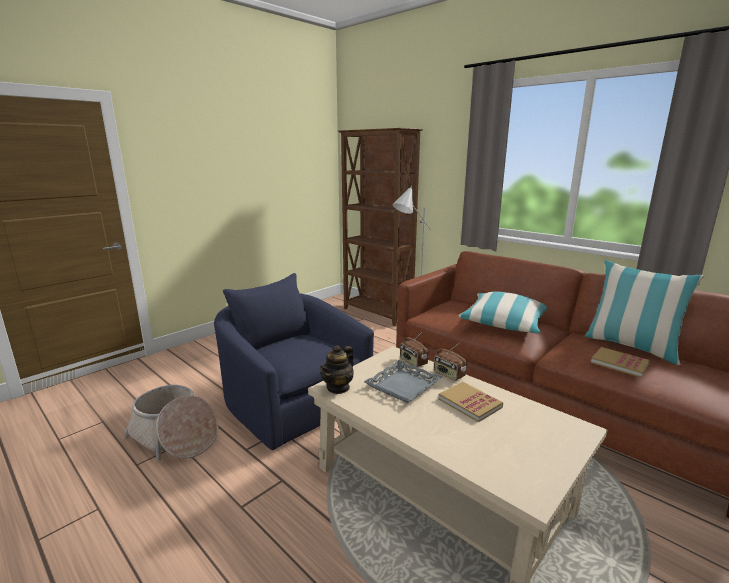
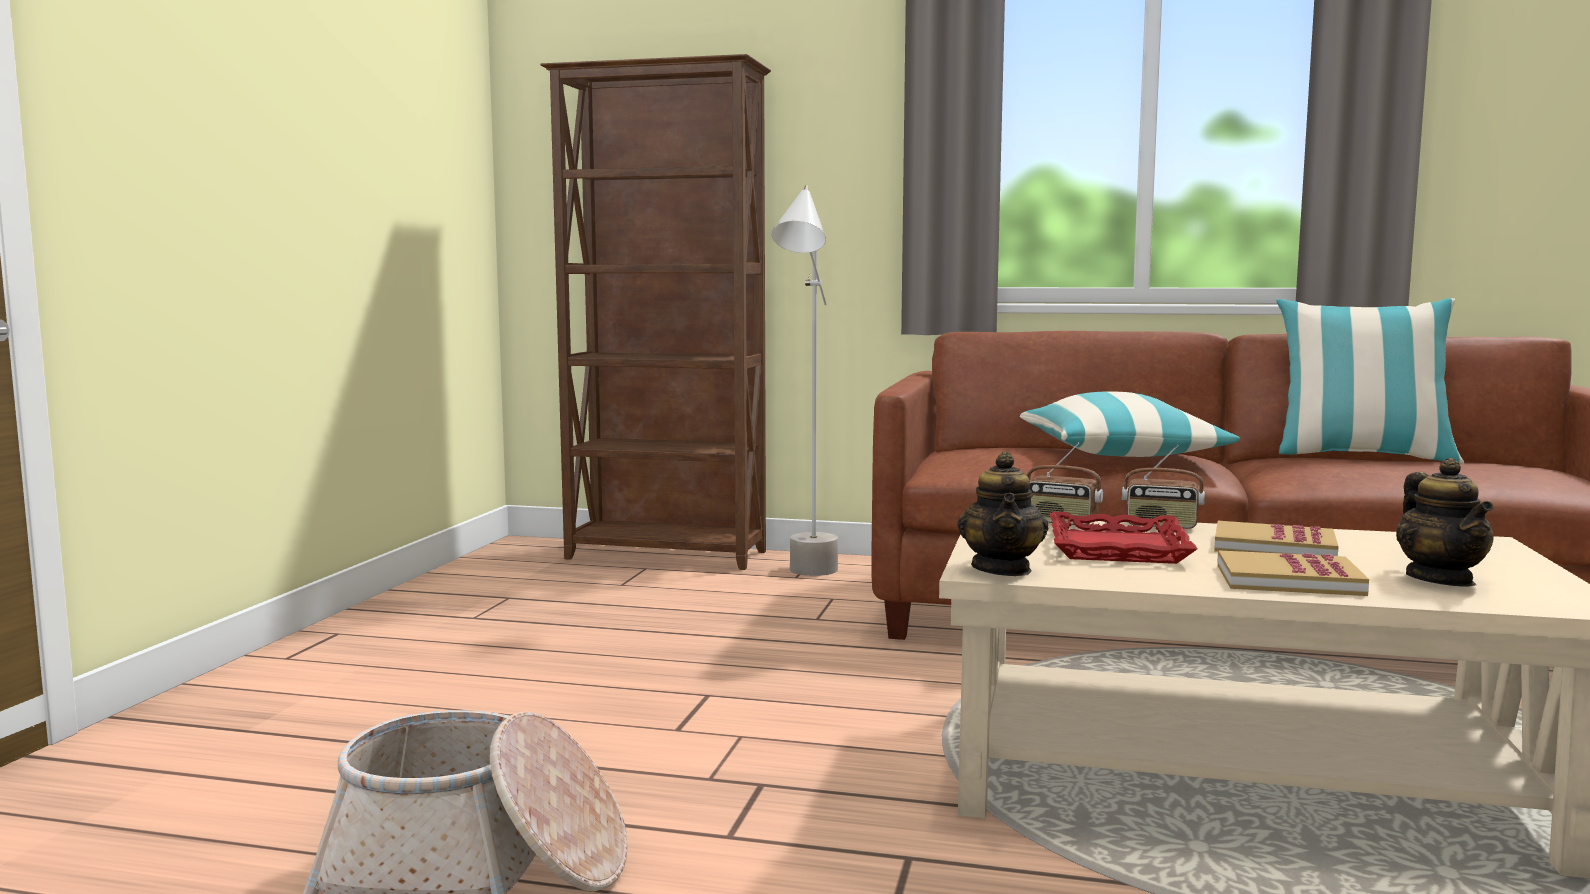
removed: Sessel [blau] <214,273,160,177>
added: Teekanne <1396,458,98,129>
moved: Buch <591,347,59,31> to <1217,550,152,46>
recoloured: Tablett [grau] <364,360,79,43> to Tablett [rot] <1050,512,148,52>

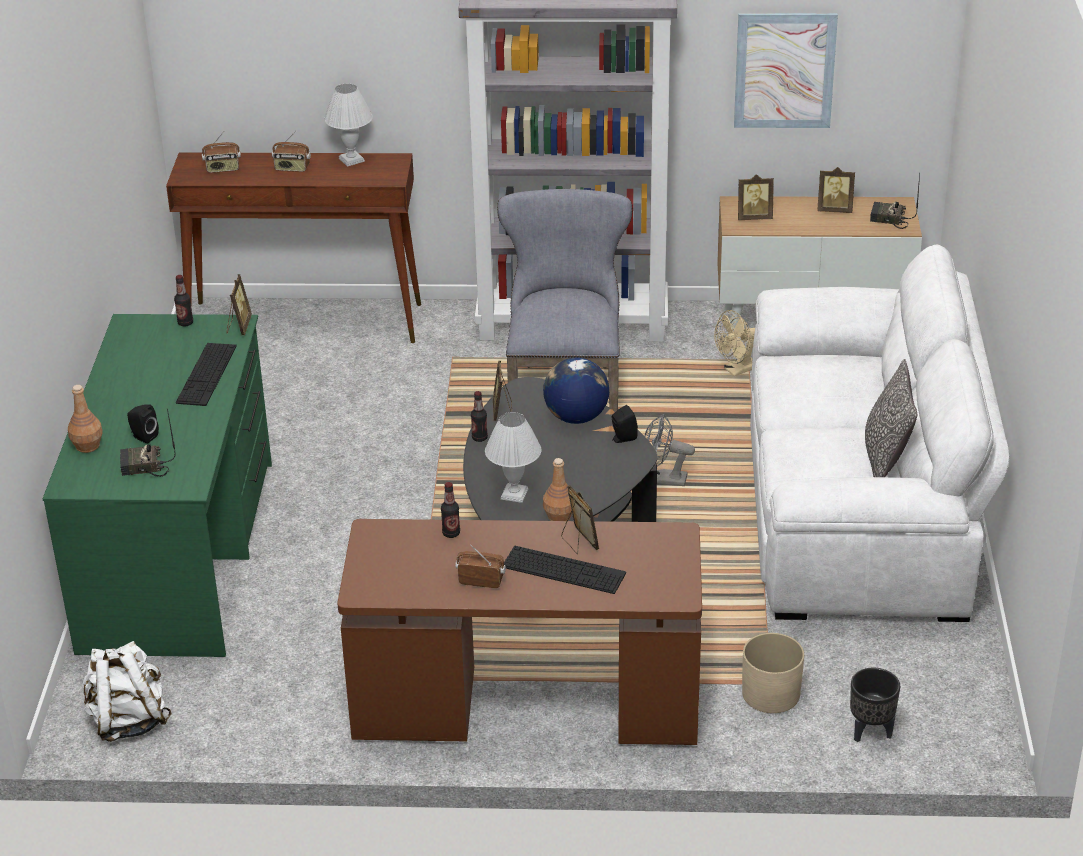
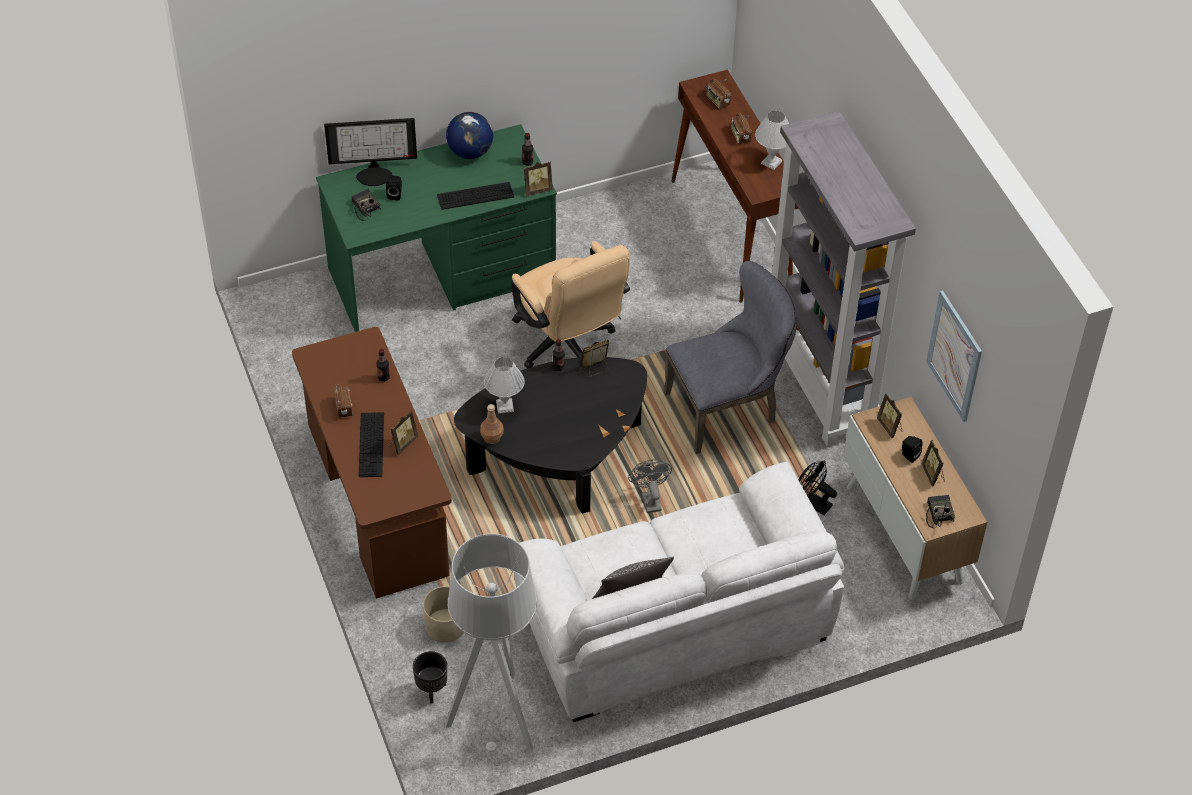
removed: Rucksack [weiß] <82,641,90,101>
added: Bürostuhl [beige] <511,241,119,127>; Stehlampe [grau] <445,534,92,218>
moved: Globus <543,358,66,66> to <446,112,47,47>; Lautsprecher [schwarz] <612,405,26,38> to <902,436,21,27>
replaced: Flasche [braun] <68,385,34,68> to Monitor <324,118,93,68>
recoloured: Ventilator [beige] <714,310,41,66> to Ventilator [schwarz] <799,460,38,55>

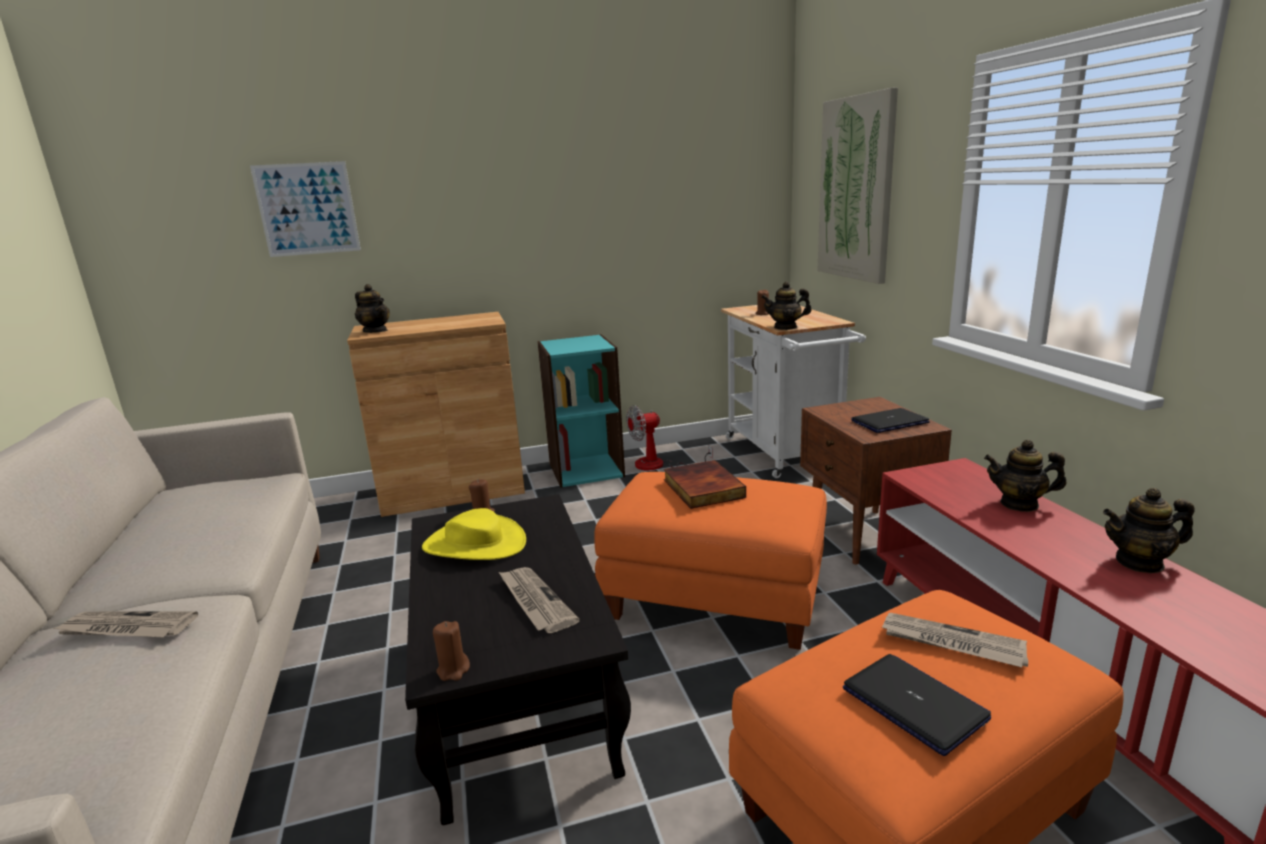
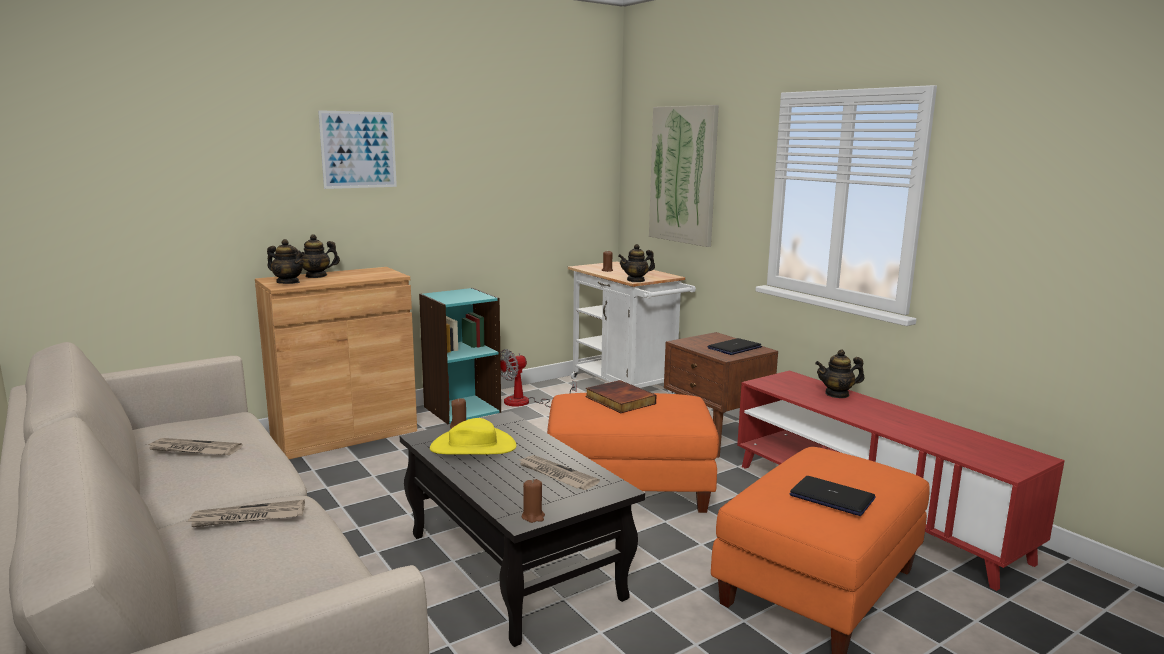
moved: Bild <250,161,111,96> to <318,110,79,79>; Teekanne <1103,488,92,85> to <293,234,47,44>; Zeitung <882,613,146,54> to <147,438,95,17>

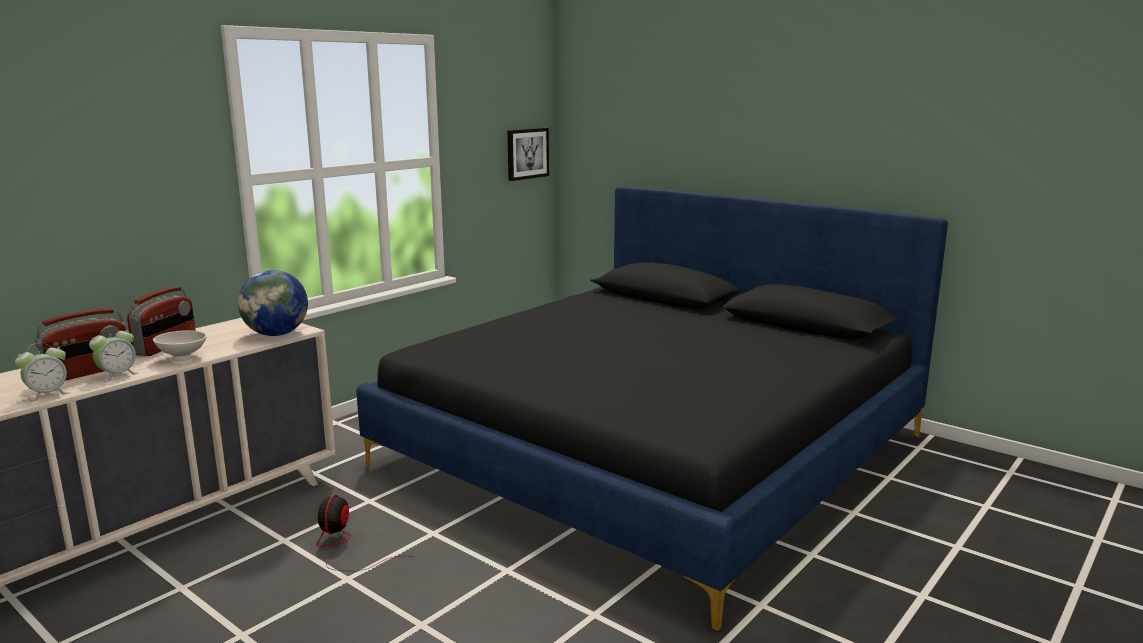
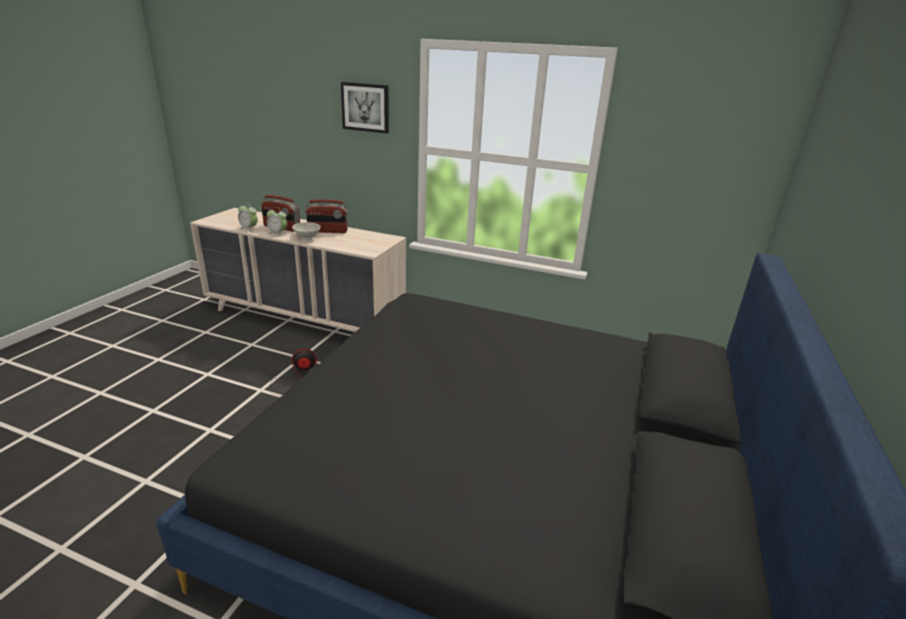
removed: Globus <238,270,70,66>
moved: Bild <507,128,42,53> to <341,82,48,52>

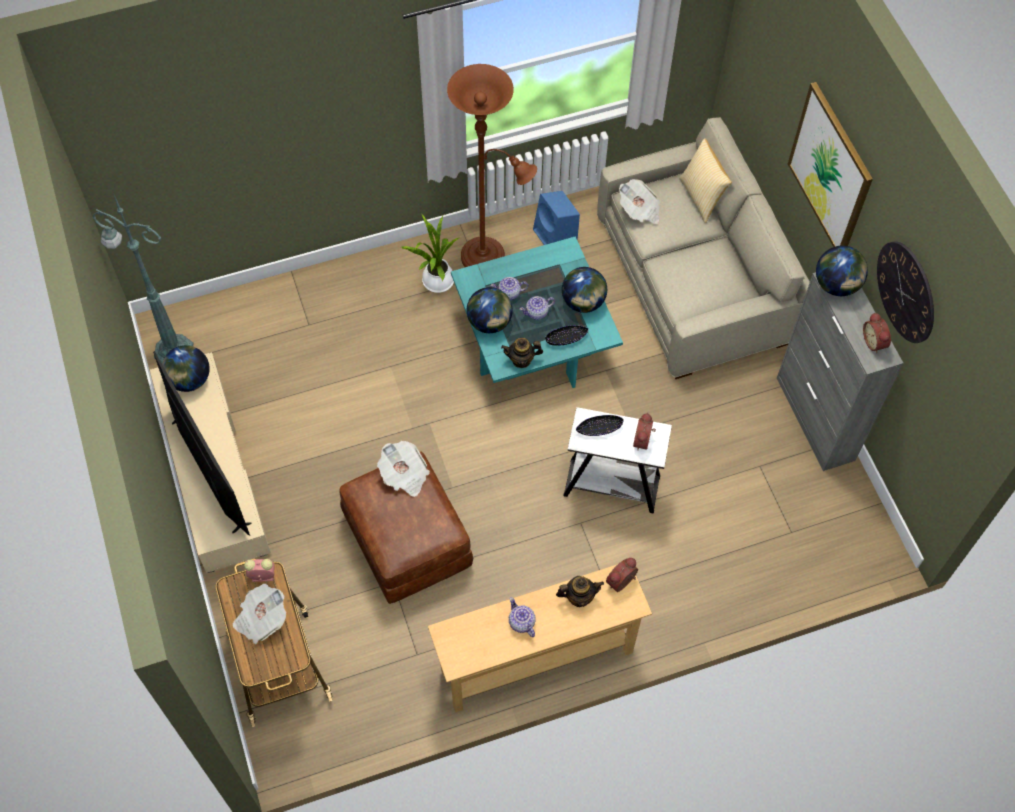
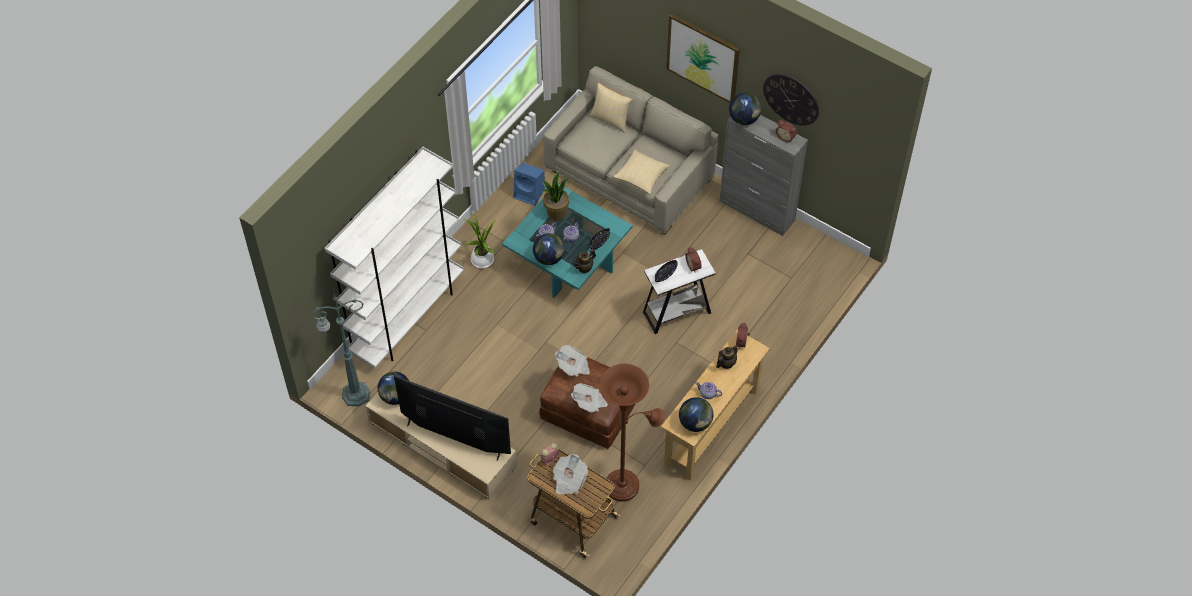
added: Bücherregal [weiß] <325,147,139,222>; Kissen <613,149,57,45>; Topfpflanze <542,170,27,51>
moved: Stehlampe [braun] <447,64,90,203> to <600,364,65,138>; Zeitung <619,179,41,45> to <571,383,37,30>; Globus <562,267,45,46> to <679,397,34,35>

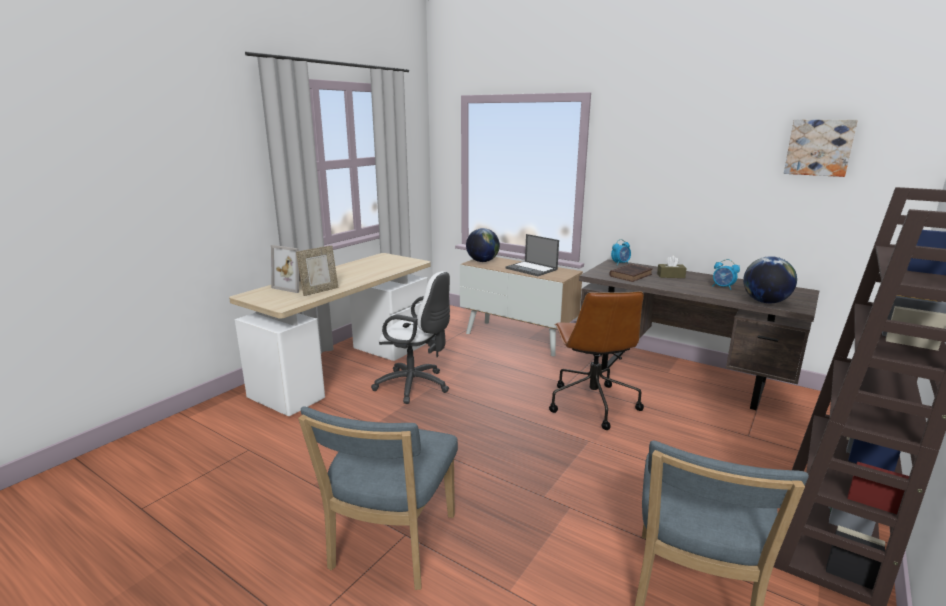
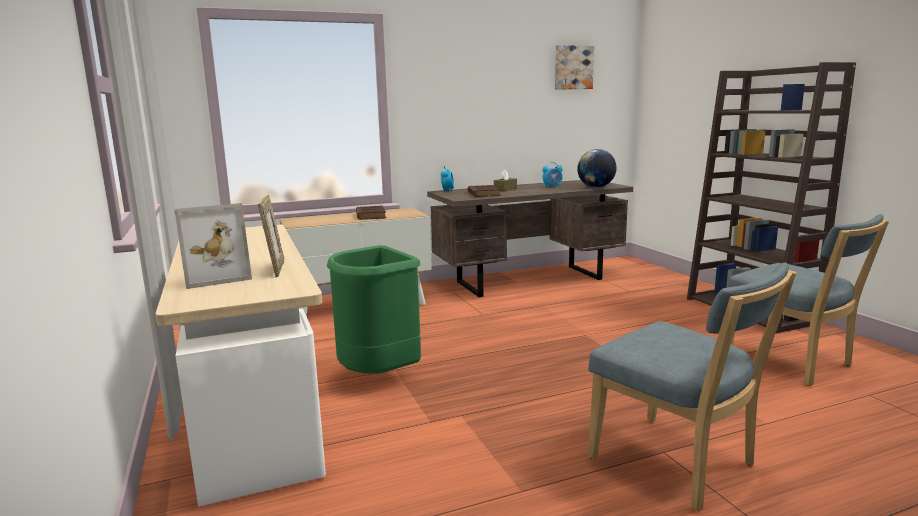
removed: Globus <466,228,34,34>; Bürostuhl [braun] <549,291,95,139>
replaced: Laptop <506,234,53,42> to Buch [braun] <356,205,30,15>; Bürostuhl [weiß] <371,271,79,133> to Mülleimer [grün] <327,245,94,129>

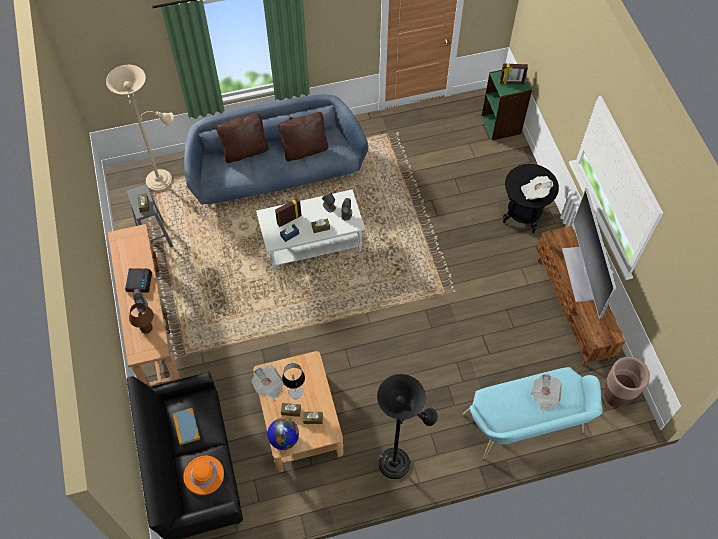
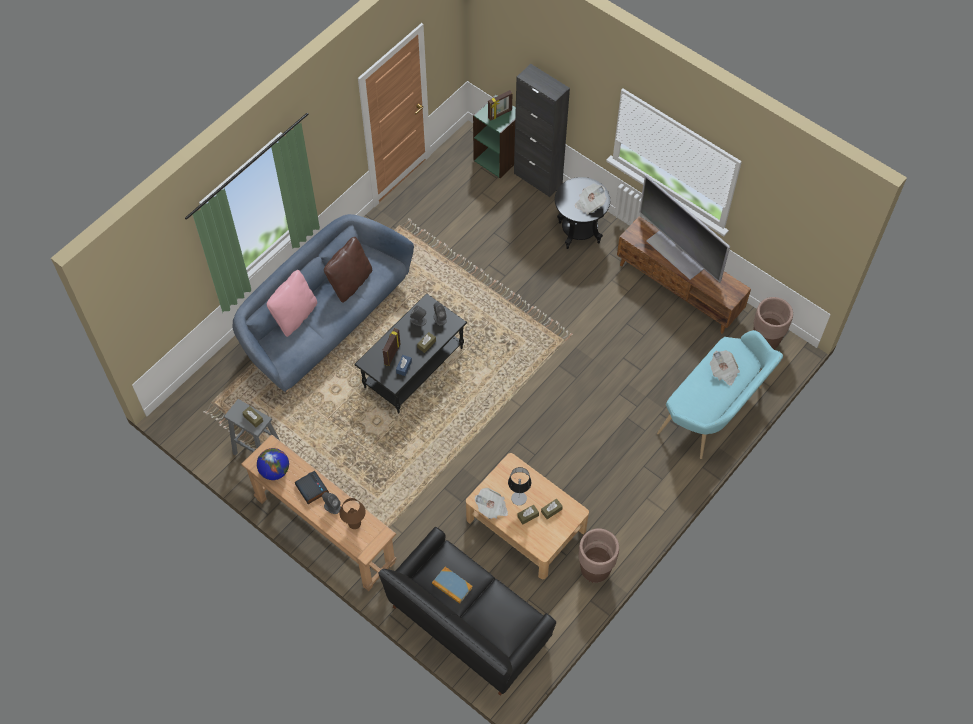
removed: Stehlampe [beige] <106,65,68,127>; Stehlampe [schwarz] <377,374,61,105>; Hut [orange] <183,456,41,39>
added: Schrank [schwarz] <514,64,56,133>; Pflanzkübel [braun] <578,528,41,55>
moved: Globus <267,418,32,32> to <257,448,32,32>
recoloured: Kissen [braun] <216,113,53,50> to Kissen [rosa] <266,270,51,67>; Couchtisch [weiß] <256,189,109,82> to Couchtisch [schwarz] <354,293,113,120>

